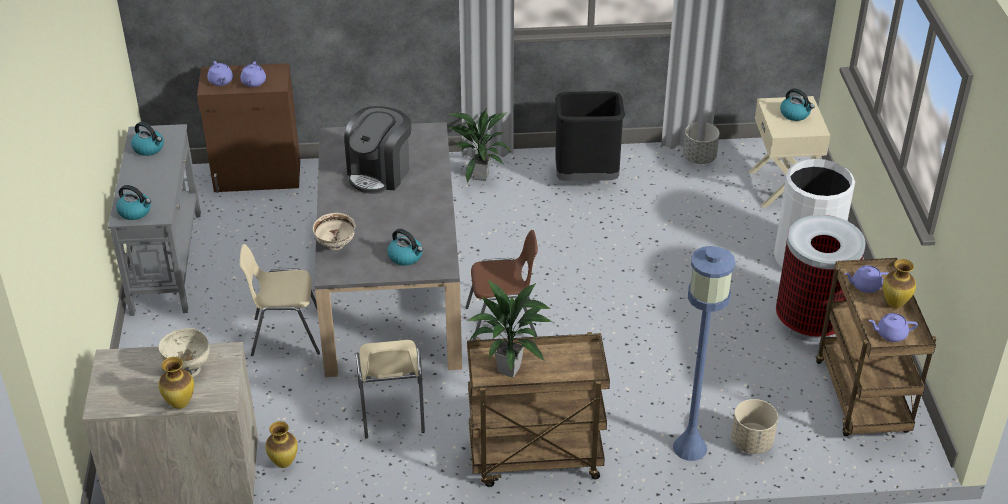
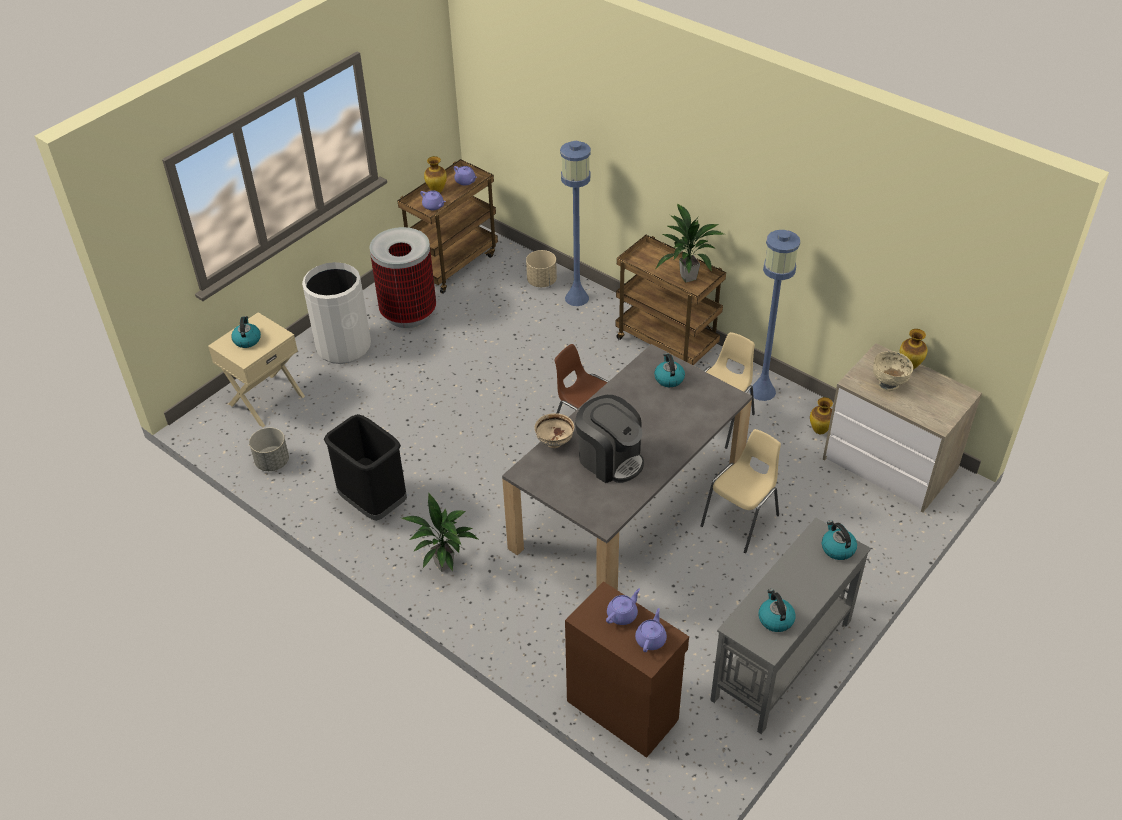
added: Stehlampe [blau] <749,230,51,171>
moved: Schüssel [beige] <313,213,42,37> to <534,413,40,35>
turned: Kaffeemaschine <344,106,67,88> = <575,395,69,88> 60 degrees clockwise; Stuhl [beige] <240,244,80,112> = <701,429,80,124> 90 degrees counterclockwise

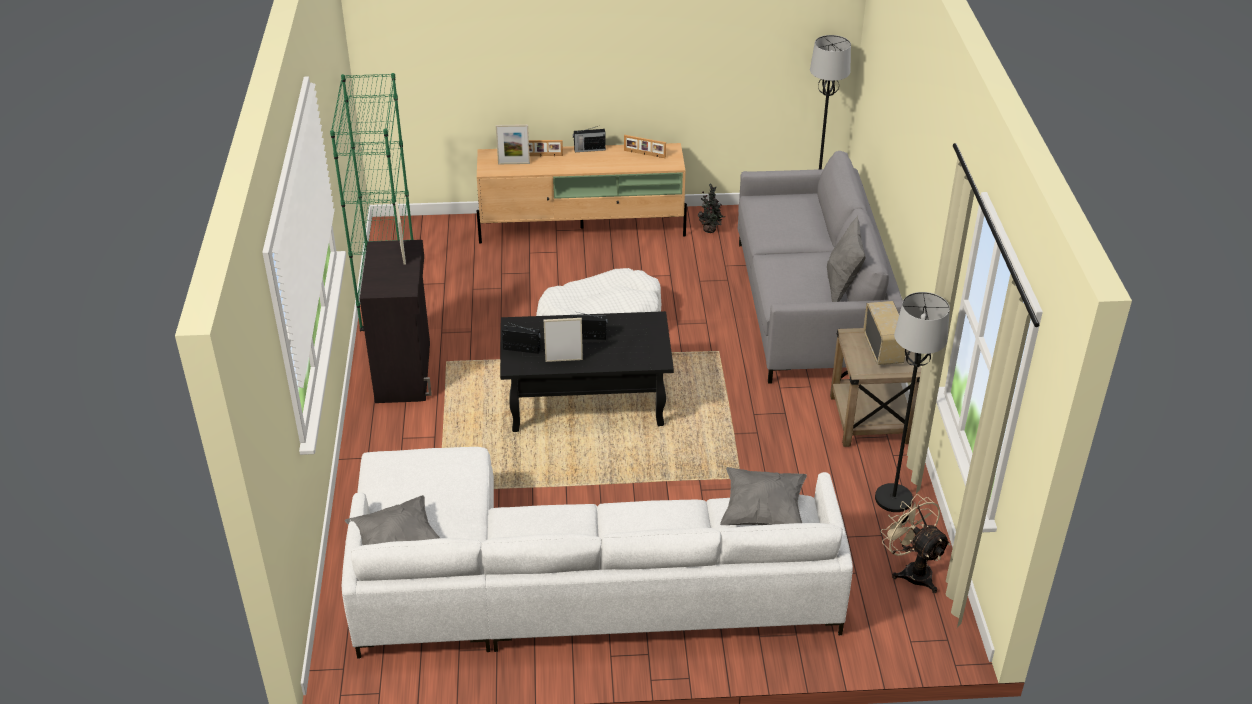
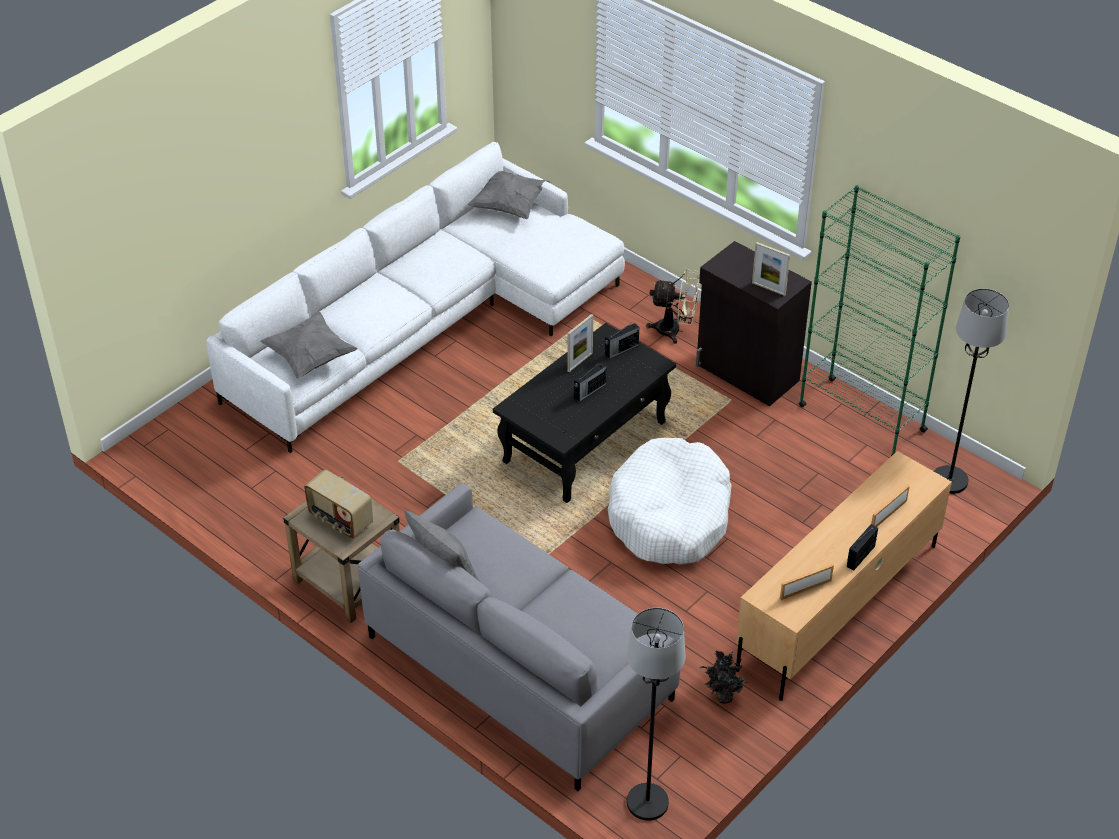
removed: Bilderrahmen <496,124,34,40>
moved: Stehlampe [schwarz] <875,292,75,220> to <934,289,75,205>; Ventilator [beige] <881,494,70,99> to <646,269,54,75>

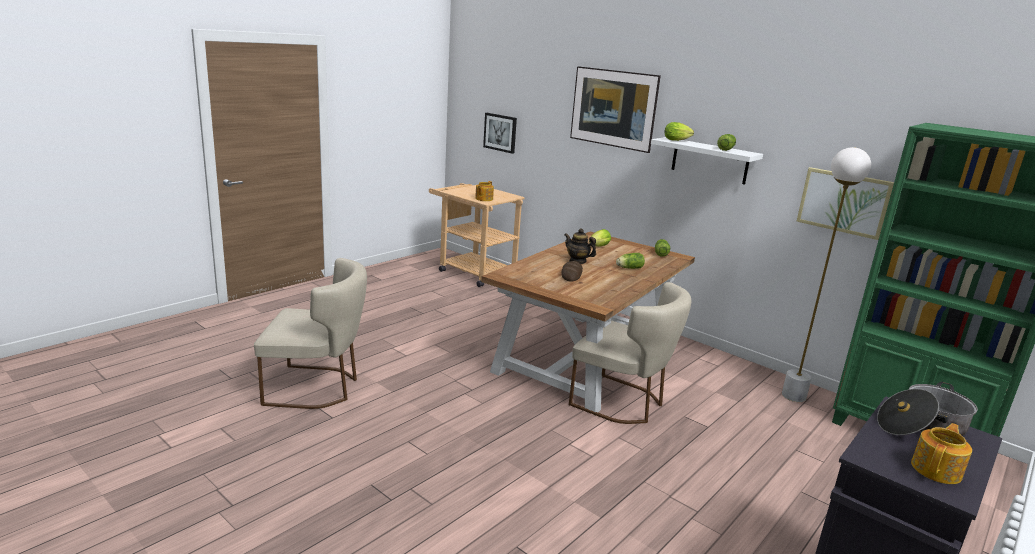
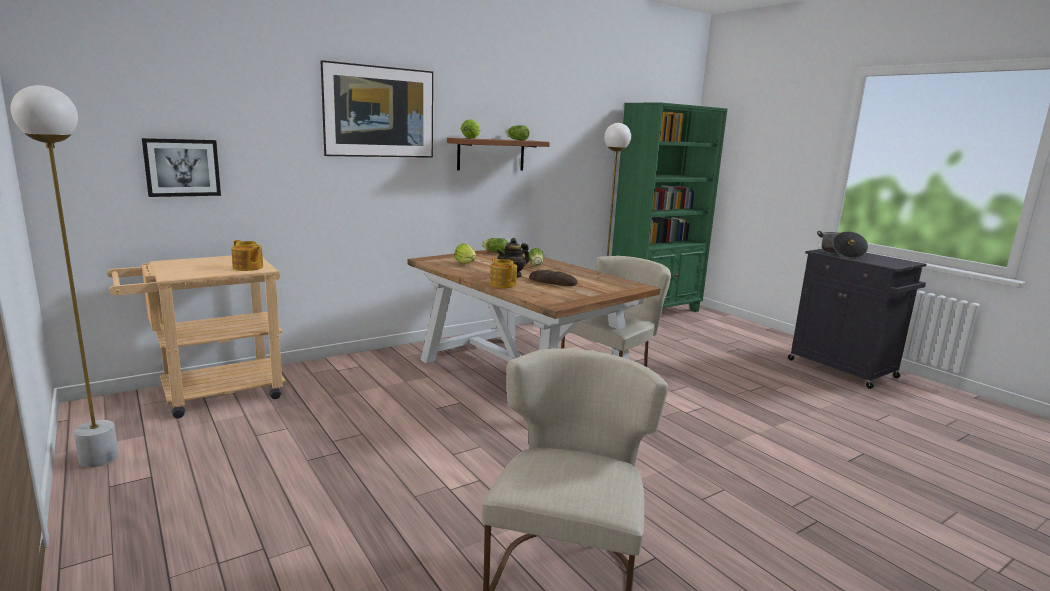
removed: Bild <797,167,97,73>
added: Stehlampe [weiß] <10,85,109,383>
moved: Teekanne <911,423,61,61> to <490,258,27,30>
recoloured: Wandregal [weiß] <651,137,112,48> to Wandregal [braun] <447,138,103,33>

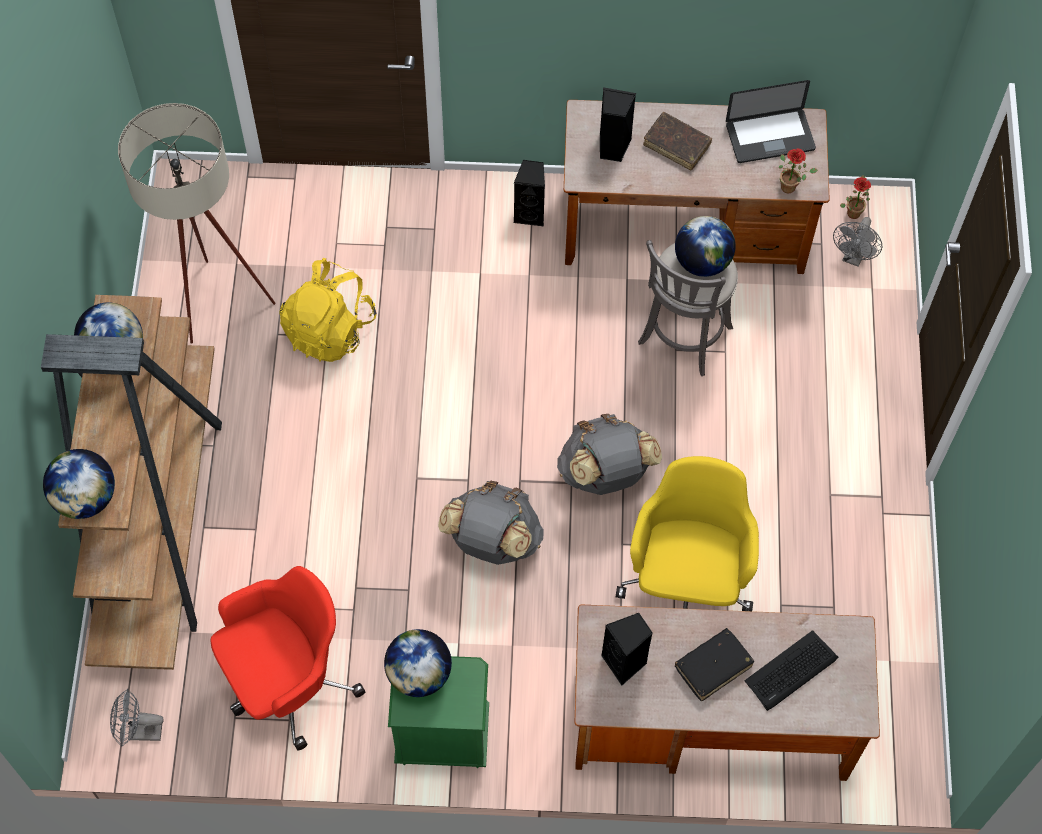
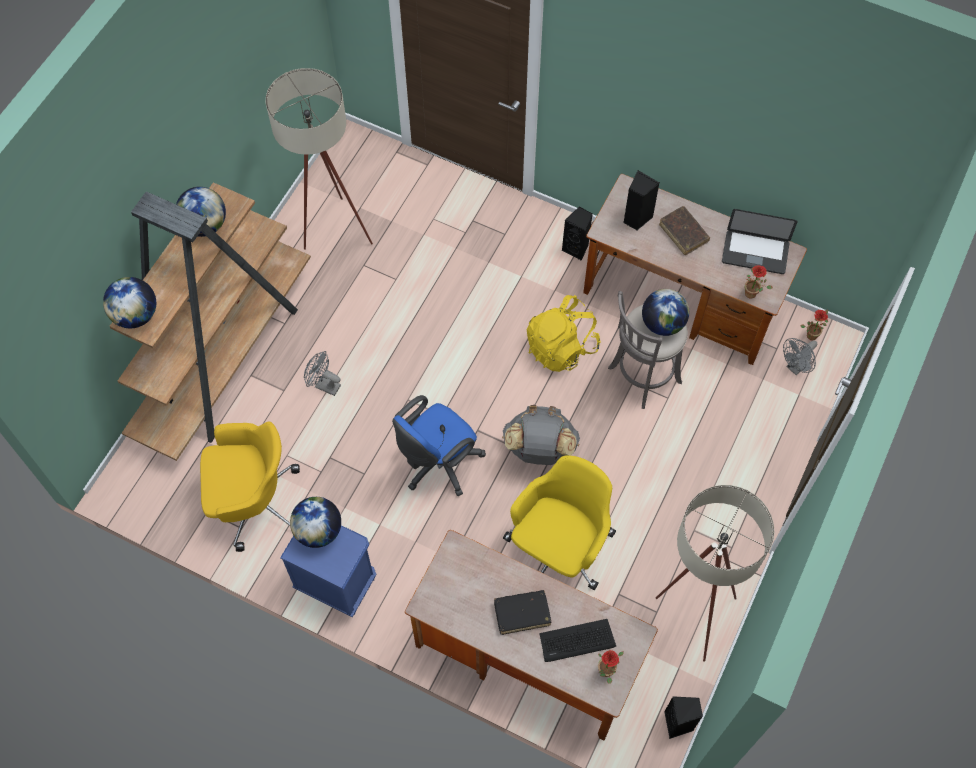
added: Stehlampe [beige] <656,485,119,177>; Topfpflanze <598,650,26,34>
moved: Rucksack [gelb] <279,258,98,104> to <527,295,73,77>; Lautsprecher [schwarz] <601,613,52,73> to <664,696,39,43>; Ventilator [grau] <110,689,54,58> to <304,351,37,45>
replaced: Rucksack [grau] <438,481,105,84> to Bürostuhl [blau] <392,395,94,101>
recoloured: Bürostuhl [rot] <210,566,155,185> to Bürostuhl [gelb] <200,422,100,130>; Nachttisch [grün] <388,656,101,112> to Nachttisch [blau] <280,525,96,92>

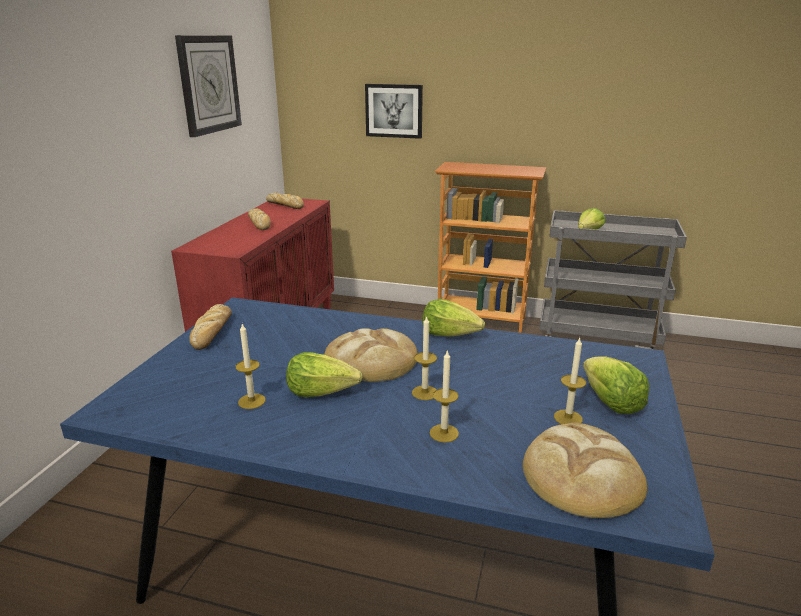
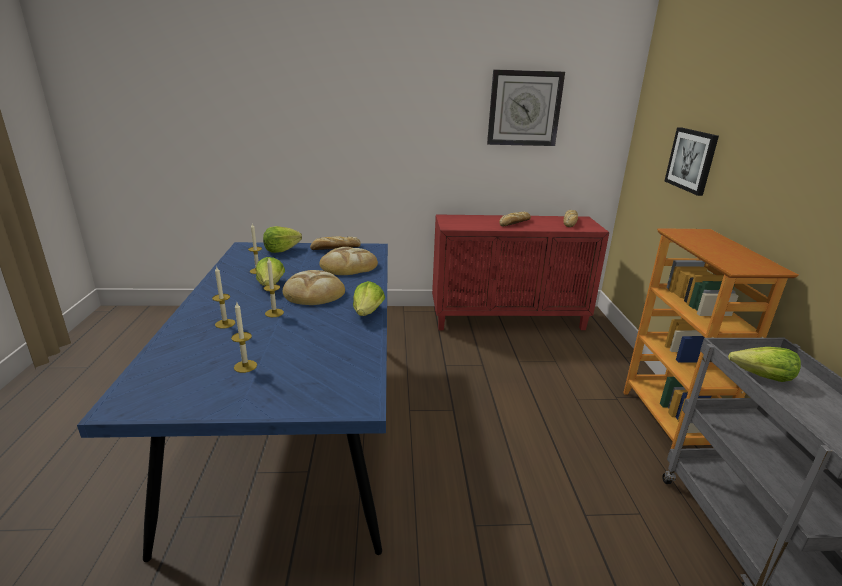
moved: Salatkopf <583,356,66,58> to <263,226,39,27>; Brot <523,423,124,95> to <319,247,59,28>

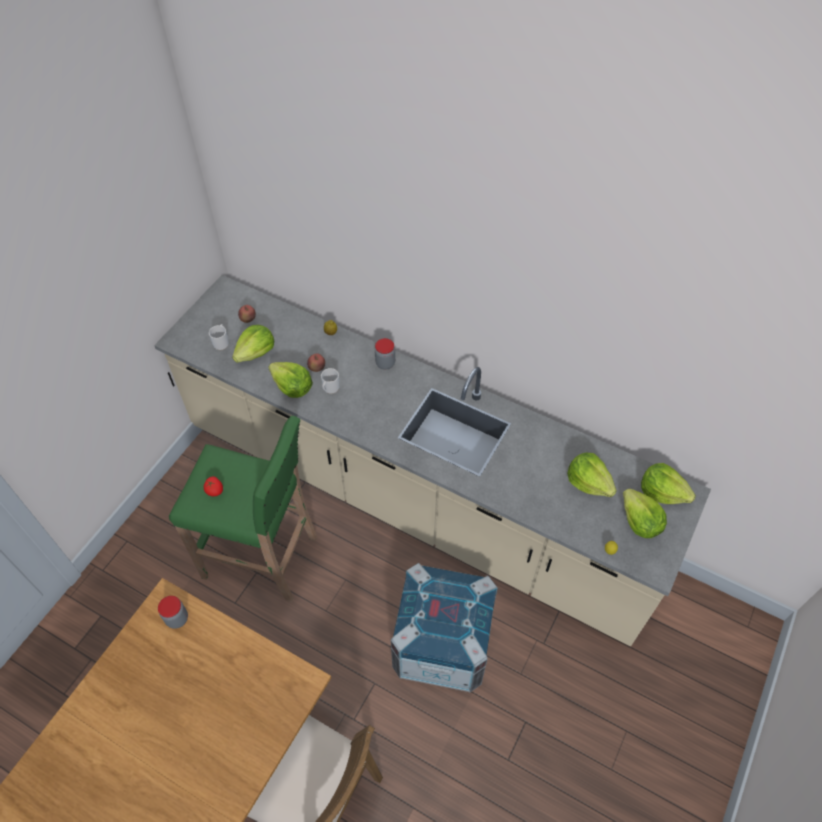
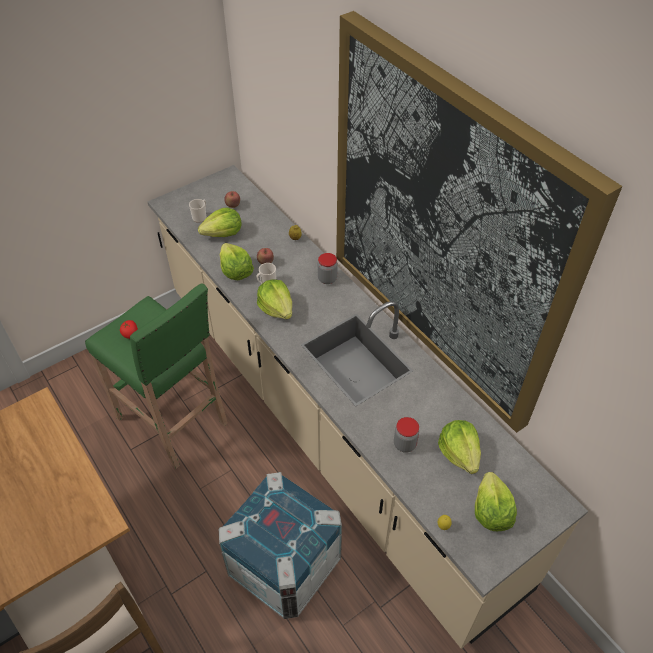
added: Bild <336,11,286,422>
moved: Salatkopf <641,463,55,41> to <257,279,35,40>; Vorratsglas <158,596,30,33> to <394,417,25,36>

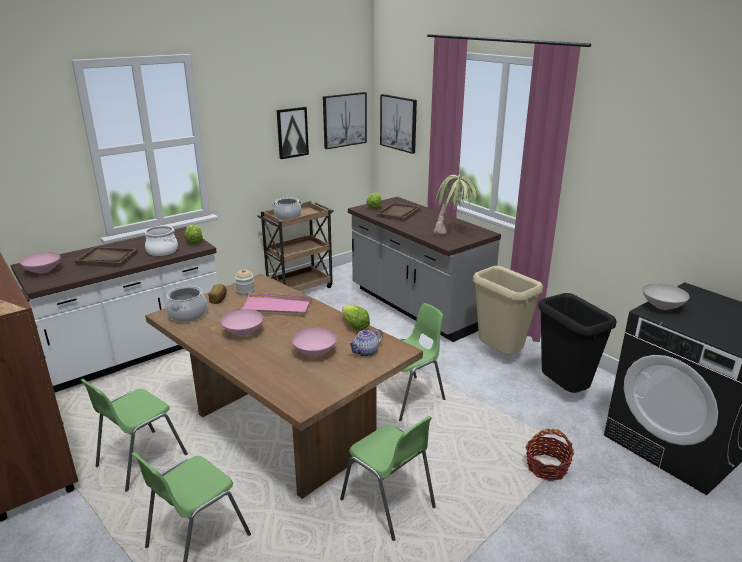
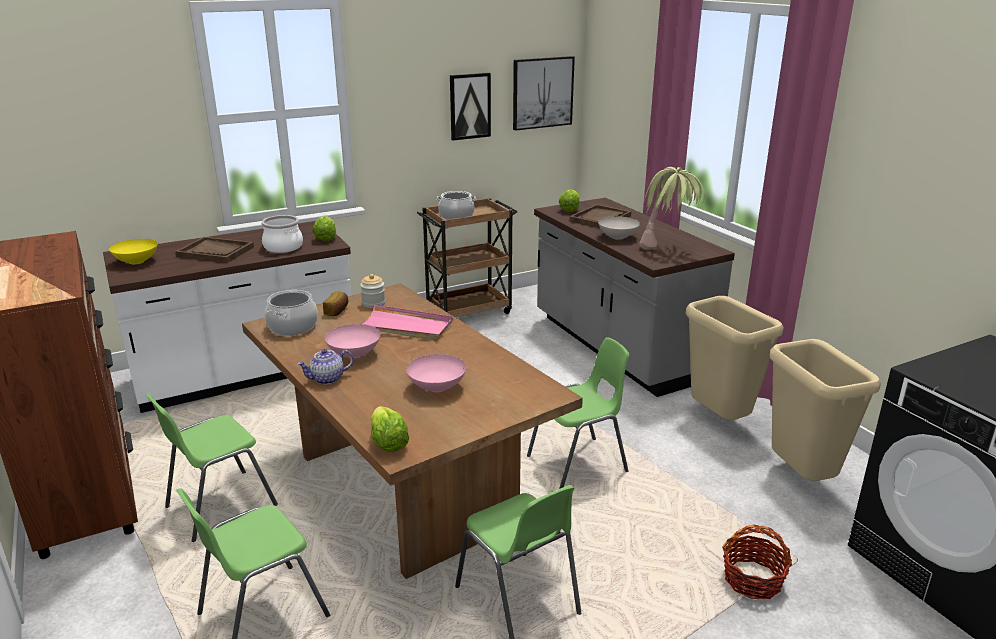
removed: Bild <380,94,37,60>
moved: Schüssel [weiß] <643,283,47,27> to <598,216,42,24>; Salatkopf <342,305,28,26> to <371,406,38,46>; Teekanne <348,329,35,28> to <297,349,56,36>
recoloured: Schüssel [rosa] <20,252,41,22> to Schüssel [gelb] <109,239,49,25>; Mülleimer [schwarz] <538,293,79,100> to Mülleimer [beige] <770,339,111,142>

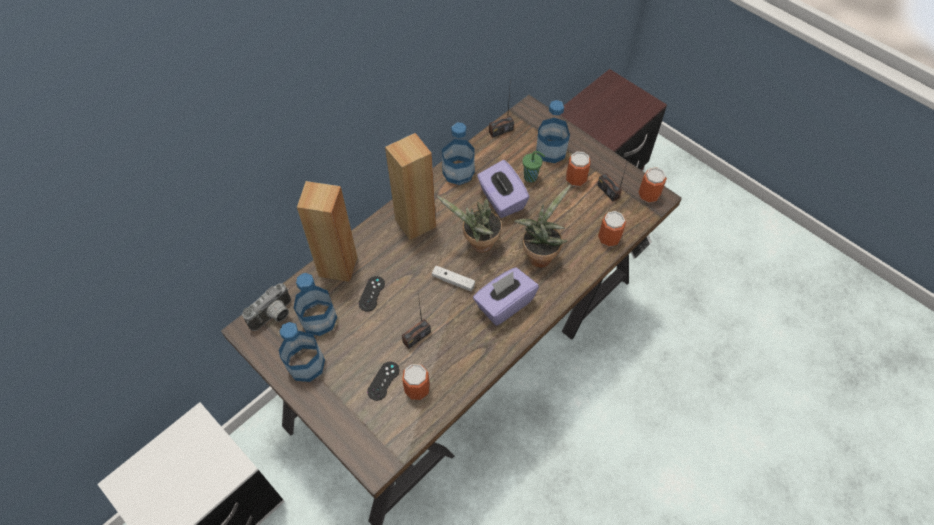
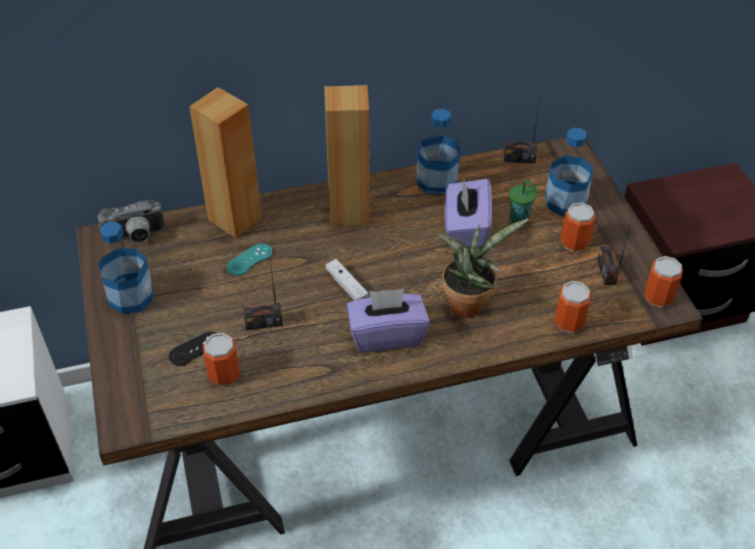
removed: Topfpflanze <436,195,66,58>; Flasche <294,273,43,63>
recoloured: Gamepad [schwarz] <359,276,26,36> to Gamepad [türkis] <226,243,46,33>

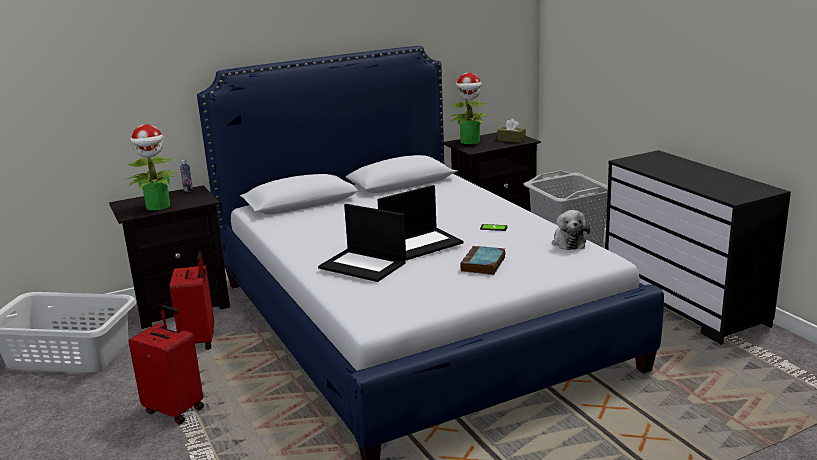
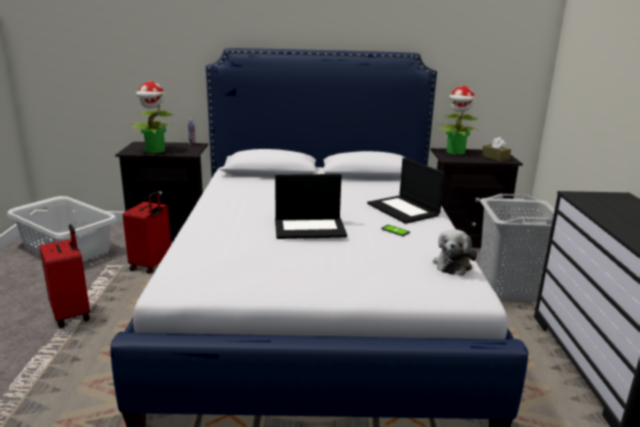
removed: Buch <460,246,46,29>
moved: Laptop <318,204,88,78> to <367,158,78,66>

